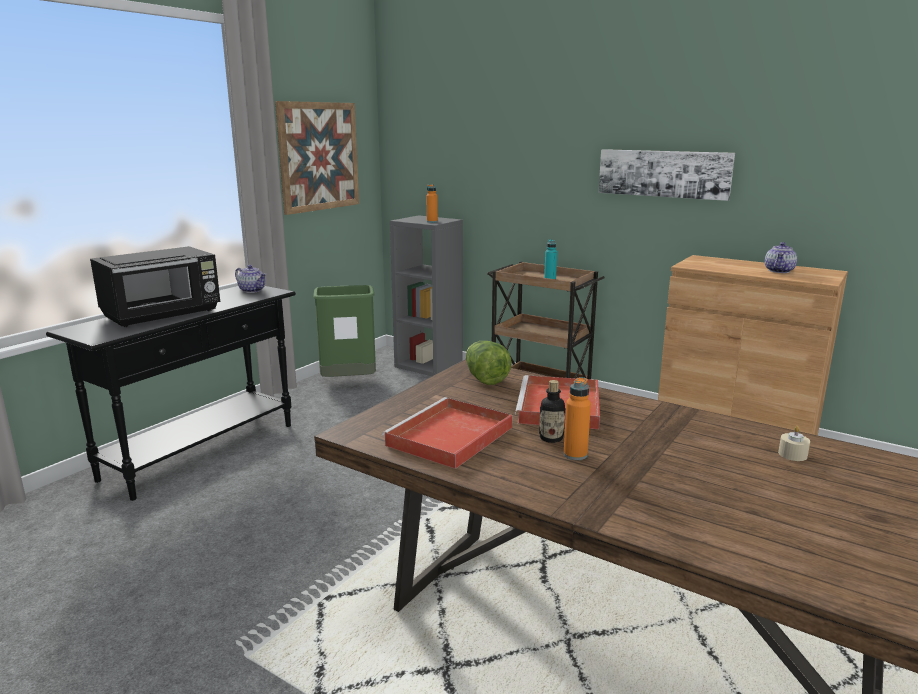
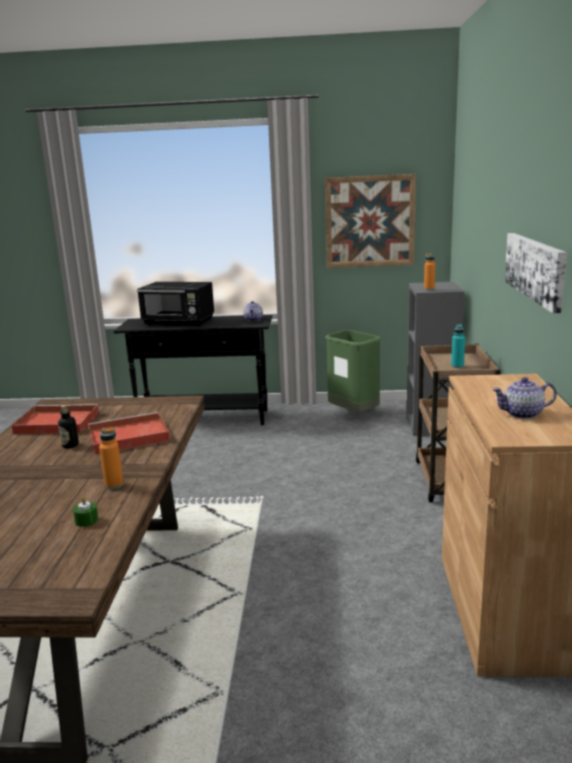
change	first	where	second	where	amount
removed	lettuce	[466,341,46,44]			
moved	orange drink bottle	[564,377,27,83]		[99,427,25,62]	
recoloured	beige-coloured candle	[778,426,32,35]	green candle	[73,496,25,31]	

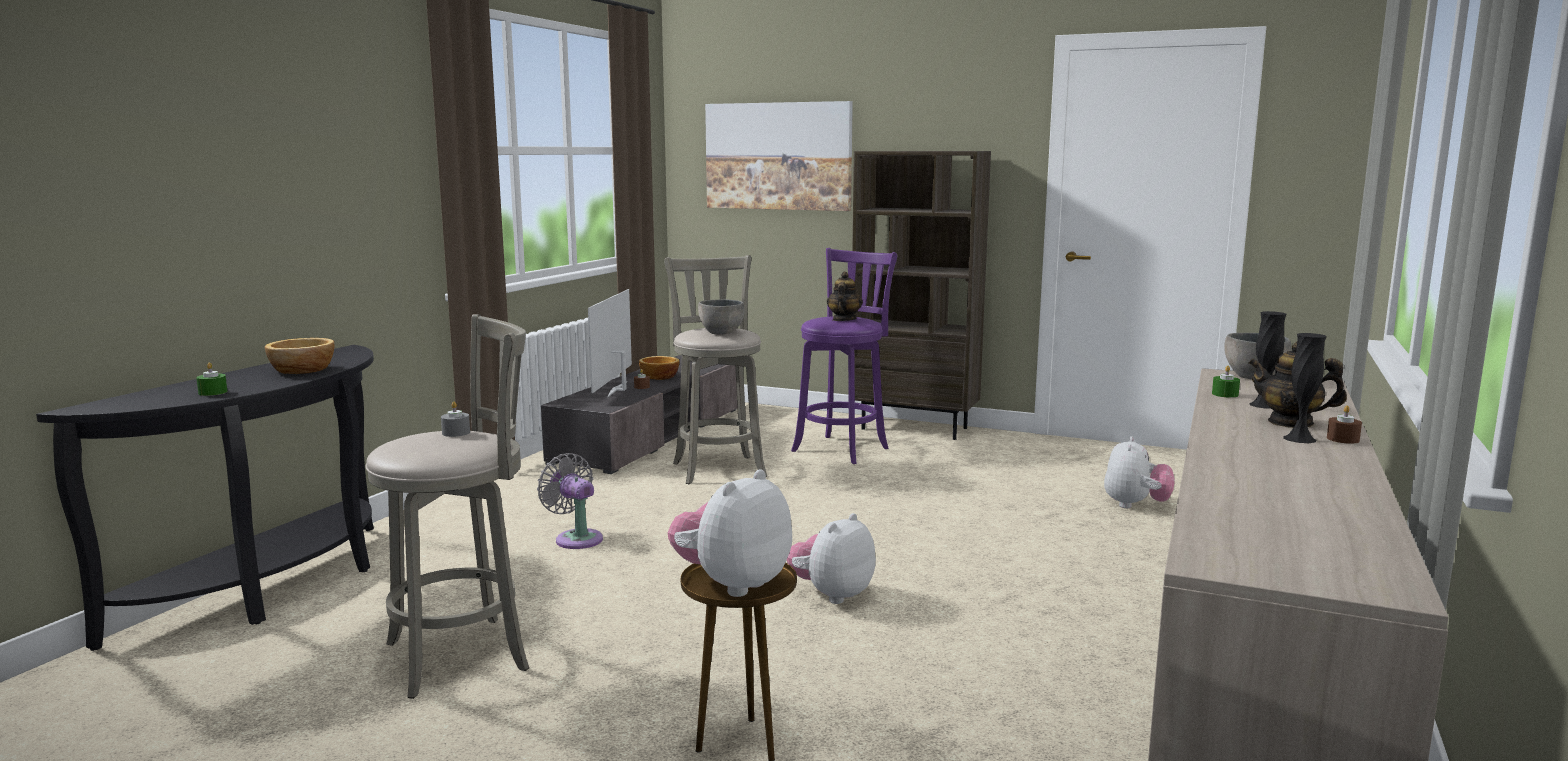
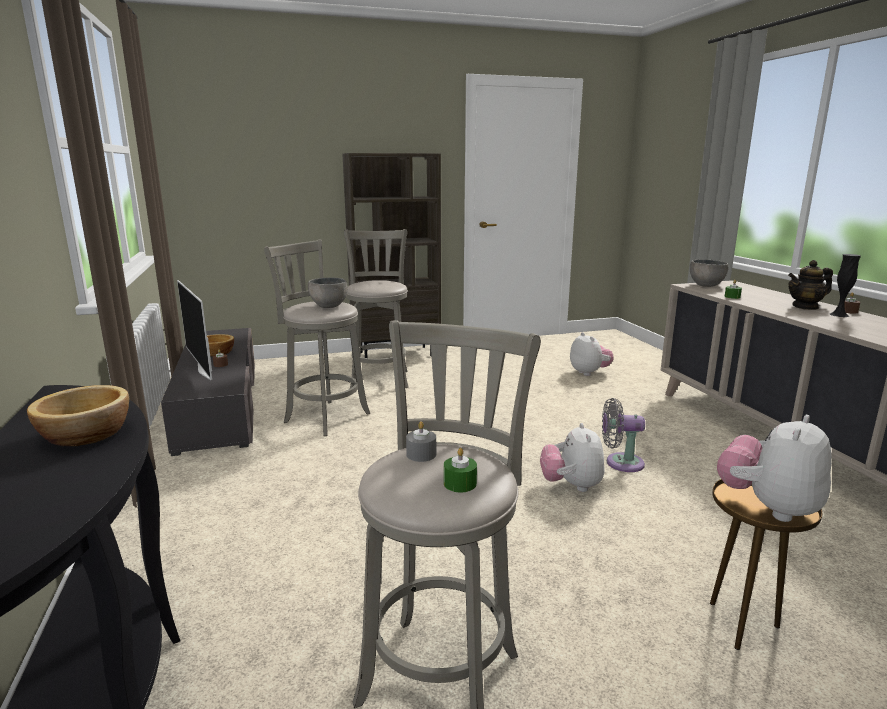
change	first	where	second	where	amount
moved	green candle	[196,362,31,34]		[444,448,33,45]	
moved	grey fan	[537,453,66,96]		[602,398,43,74]	
turned	plush toy	[668,469,124,128]		[717,415,115,107]	45 degrees clockwise
removed	wall picture	[705,101,148,110]			
recoloured	purple sitting stool	[791,248,106,216]	grey sitting stool	[344,229,64,159]	
removed	tea pot	[827,271,36,50]			
removed	black decorative vase	[1249,311,37,98]			

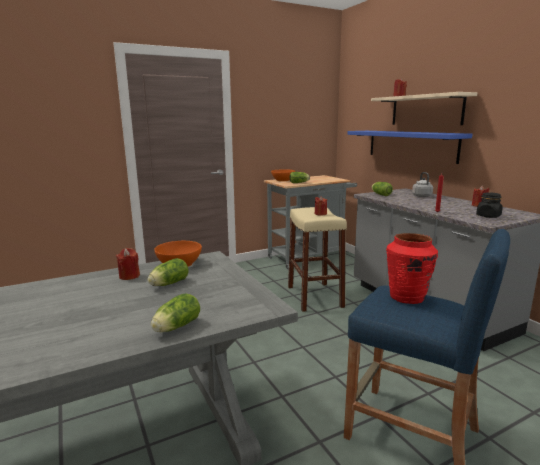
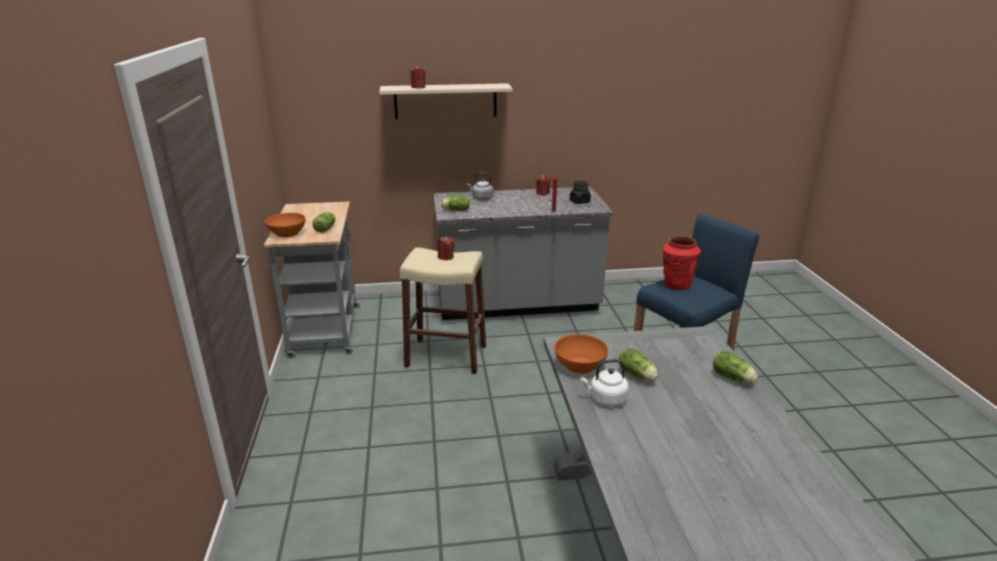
change	first	where	second	where	amount
replaced	red-coloured candle	[116,248,24,32]	white kettle	[581,359,48,47]	
removed	blue shelf	[348,131,125,33]			

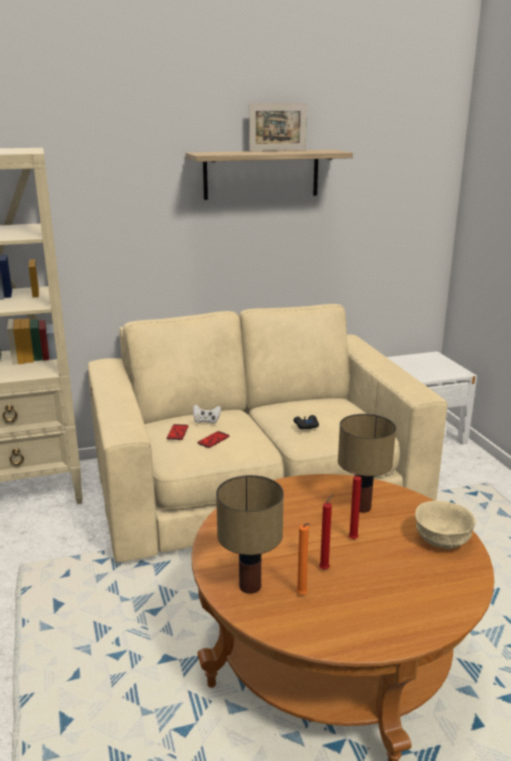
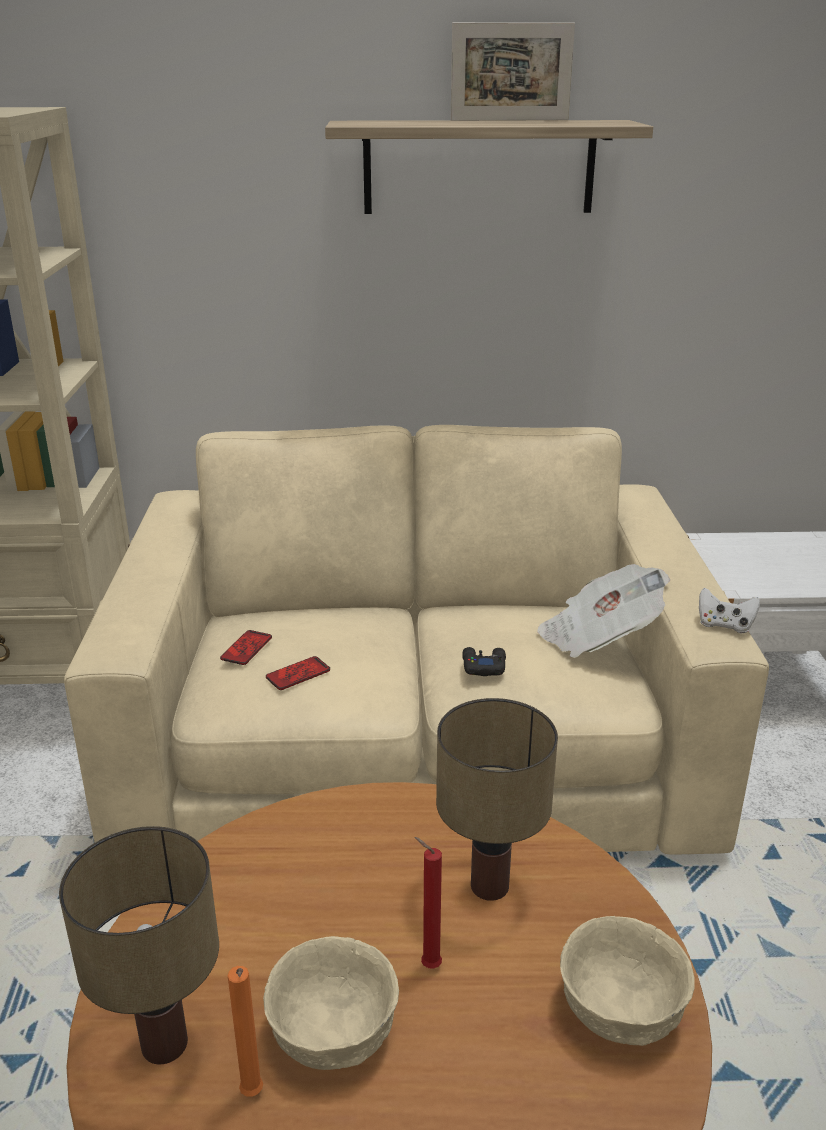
change	first	where	second	where	amount
moved	white gamepad	[193,404,28,20]		[699,588,61,45]	
replaced	red-coloured candle	[319,494,15,76]	beige-coloured deep dish	[263,936,136,134]	
added			printed paper	[537,564,133,94]	

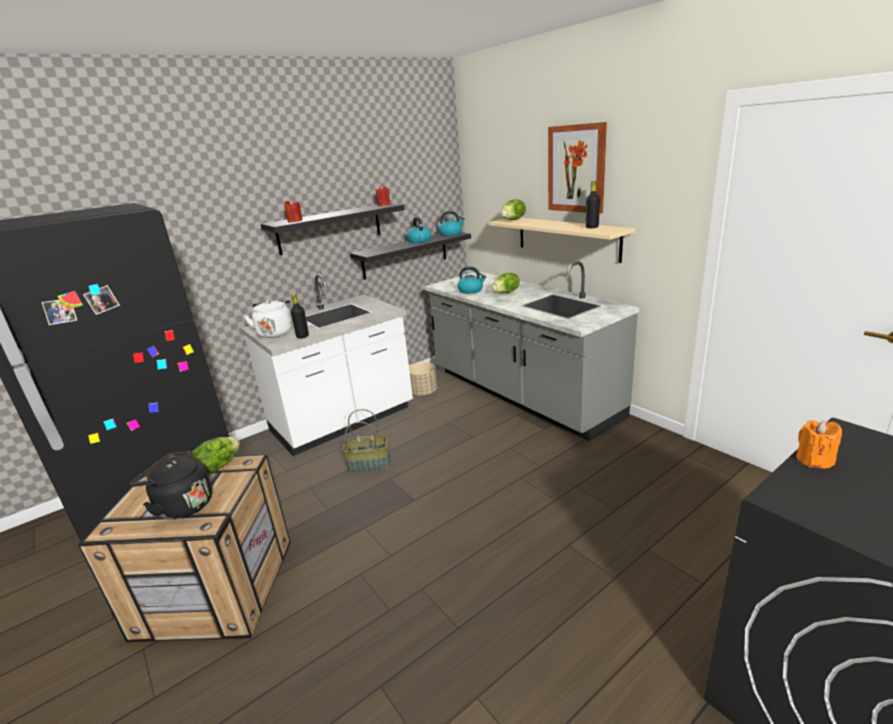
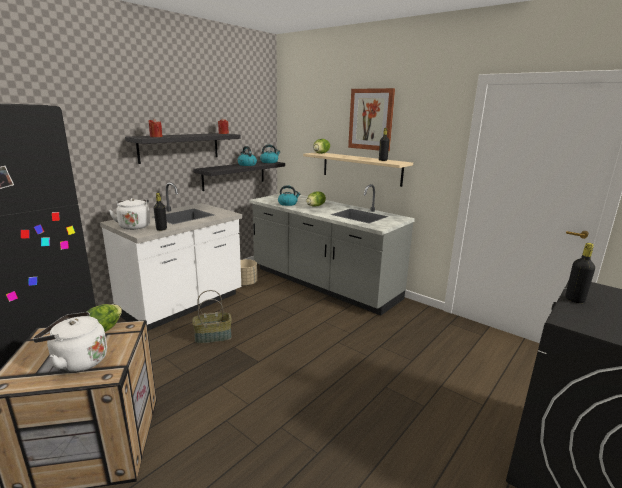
change	first	where	second	where	amount
recoloured	black kettle	[130,451,82,69]	white kettle	[33,312,74,61]	
replaced	orange candle	[796,420,46,49]	black drink bottle	[565,243,30,60]	

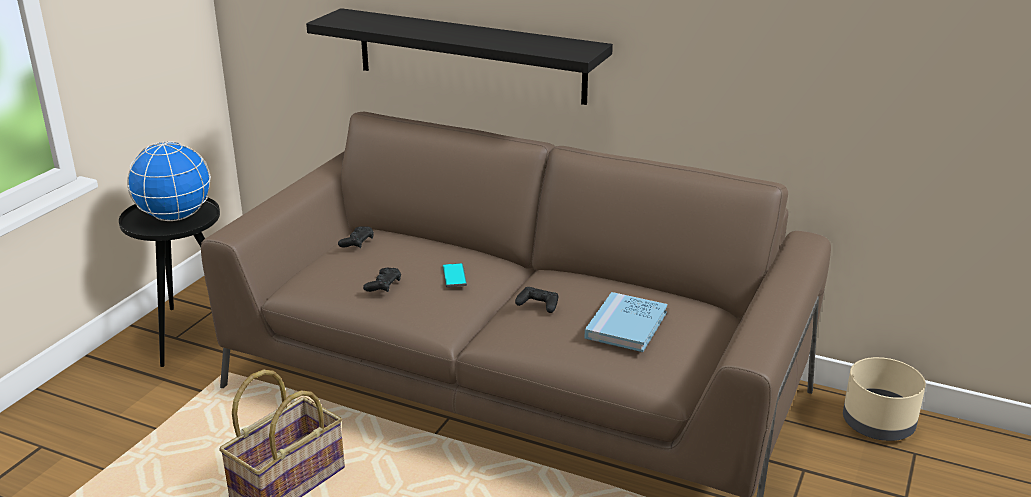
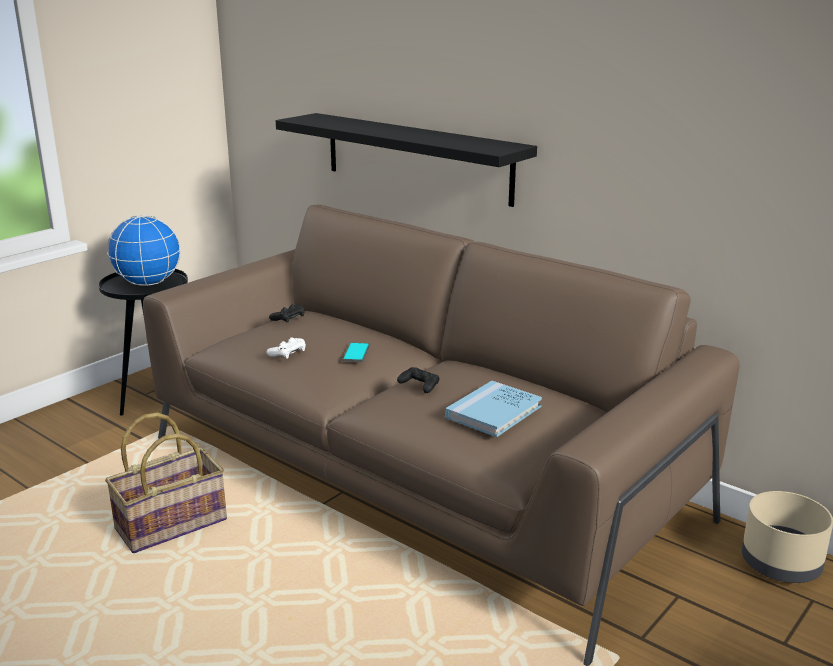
change	first	where	second	where	amount
recoloured	black gamepad	[363,268,38,24]	white gamepad	[266,337,40,22]	

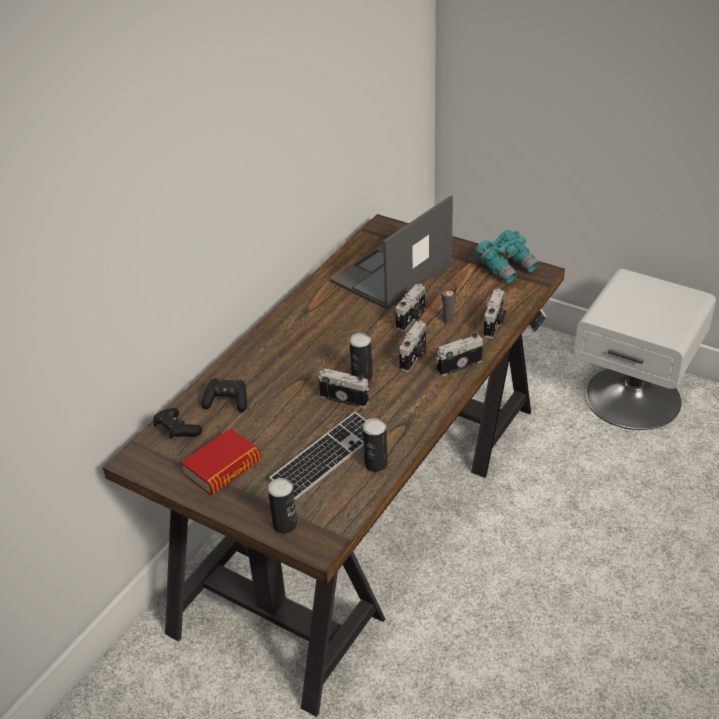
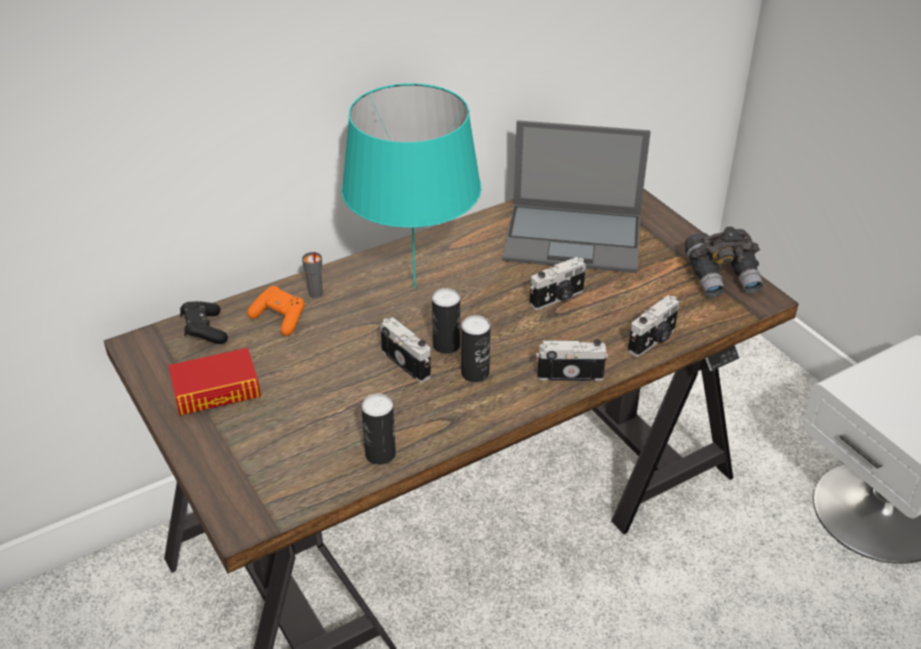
change	first	where	second	where	amount
recoloured	black gamepad	[201,378,46,34]	orange gamepad	[247,286,58,50]	
moved	can	[268,478,29,56]		[461,315,29,67]	
removed	PC keyboard	[269,412,98,88]			
turned	laptop	[330,195,123,115]		[502,120,149,153]	150 degrees counterclockwise
removed	photo camera	[399,321,27,51]			
moved	grey cup	[441,286,16,38]		[302,252,21,46]	
recoloured	blue-green binoculars	[475,230,64,54]	grey binoculars	[685,227,78,70]	
added			blue-green lamp for a table	[341,83,140,205]	

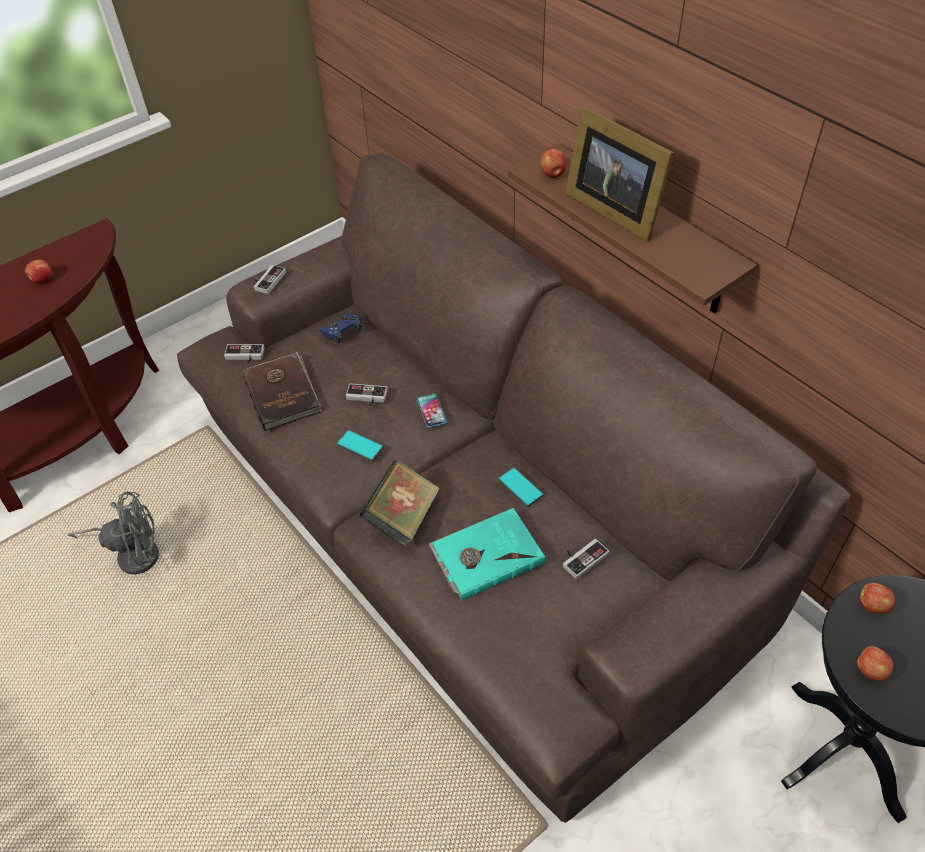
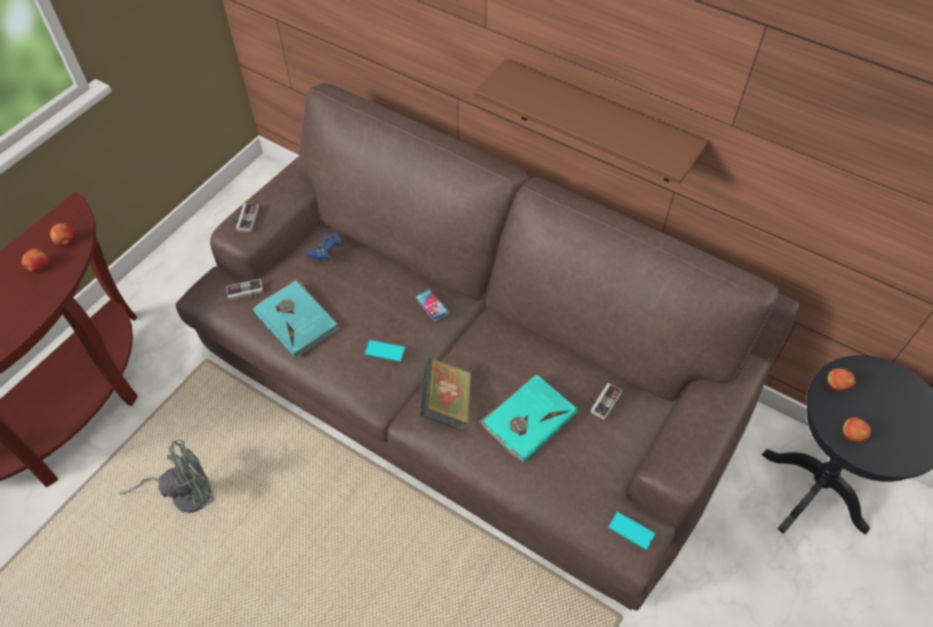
change	first	where	second	where	amount
recoloured	brown book	[242,352,79,79]	blue-green book	[253,280,86,78]	
removed	gamepad	[346,384,42,22]			
moved	handset	[498,467,46,40]		[607,511,49,40]	
moved	apple fruit	[540,149,27,29]		[50,223,24,23]	
removed	photo frame	[565,107,109,135]			

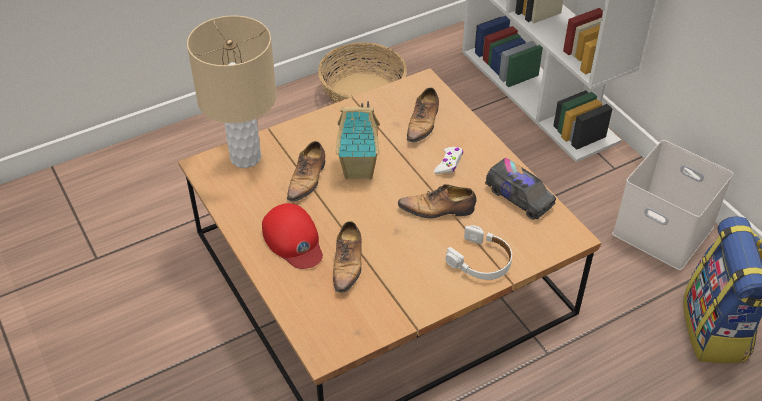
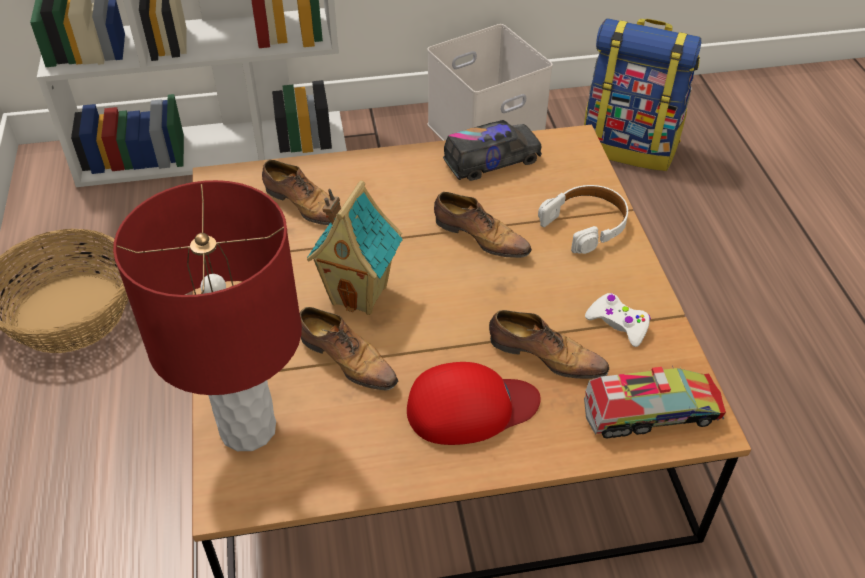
change	first	where	second	where	amount
recoloured	beige-coloured lamp for a table	[187,15,90,153]	red-coloured lamp for a table	[113,180,189,271]	
turned	item of footwear	[398,184,78,34]		[434,192,98,66]	75 degrees counterclockwise
moved	white gamepad	[434,147,29,27]		[585,293,66,54]	
added			toy lorry	[584,366,142,72]	

